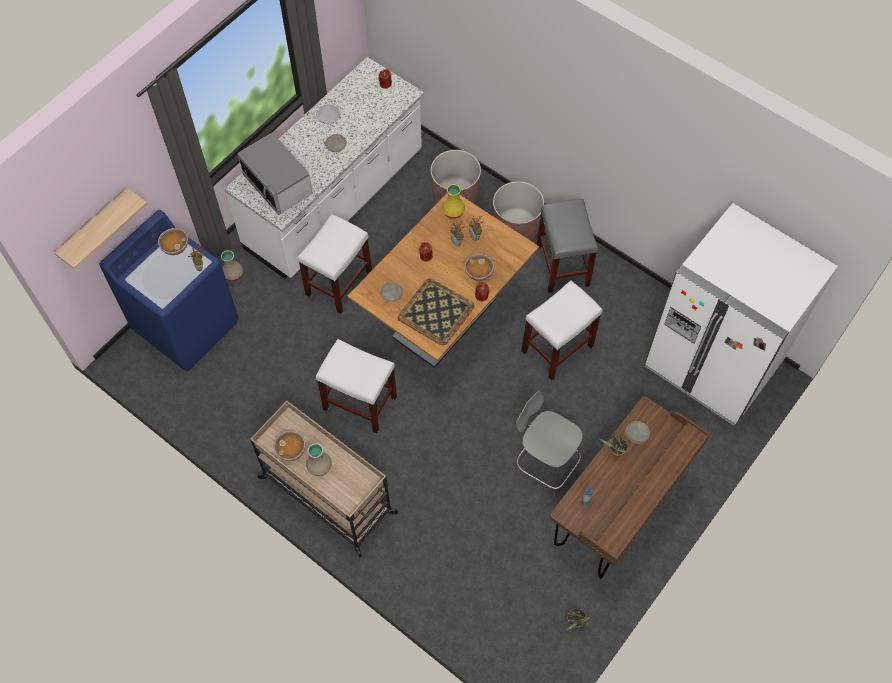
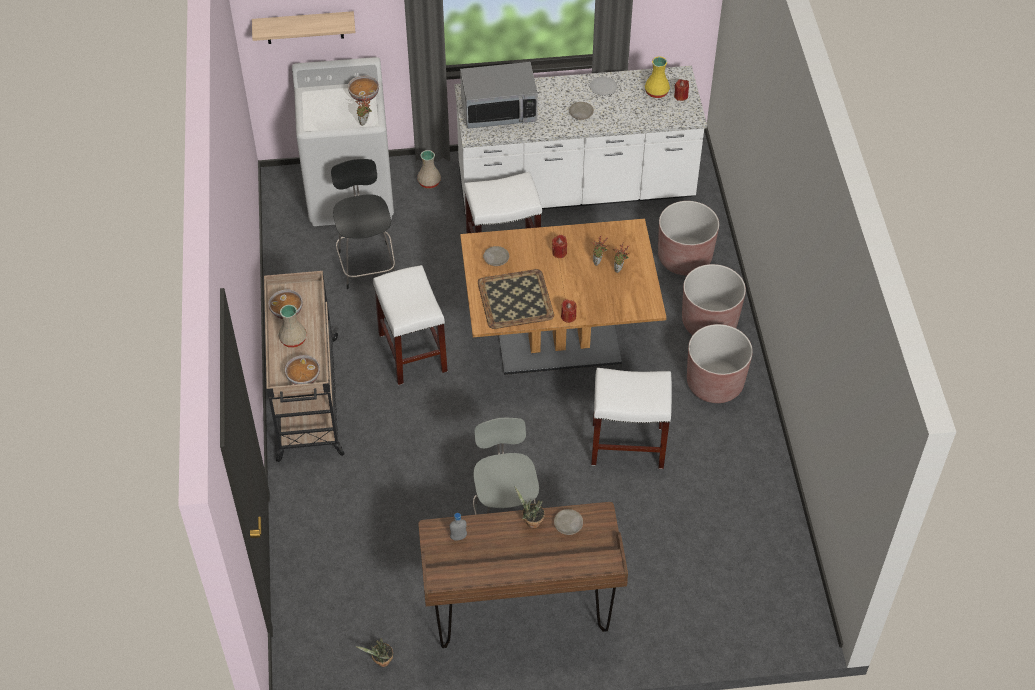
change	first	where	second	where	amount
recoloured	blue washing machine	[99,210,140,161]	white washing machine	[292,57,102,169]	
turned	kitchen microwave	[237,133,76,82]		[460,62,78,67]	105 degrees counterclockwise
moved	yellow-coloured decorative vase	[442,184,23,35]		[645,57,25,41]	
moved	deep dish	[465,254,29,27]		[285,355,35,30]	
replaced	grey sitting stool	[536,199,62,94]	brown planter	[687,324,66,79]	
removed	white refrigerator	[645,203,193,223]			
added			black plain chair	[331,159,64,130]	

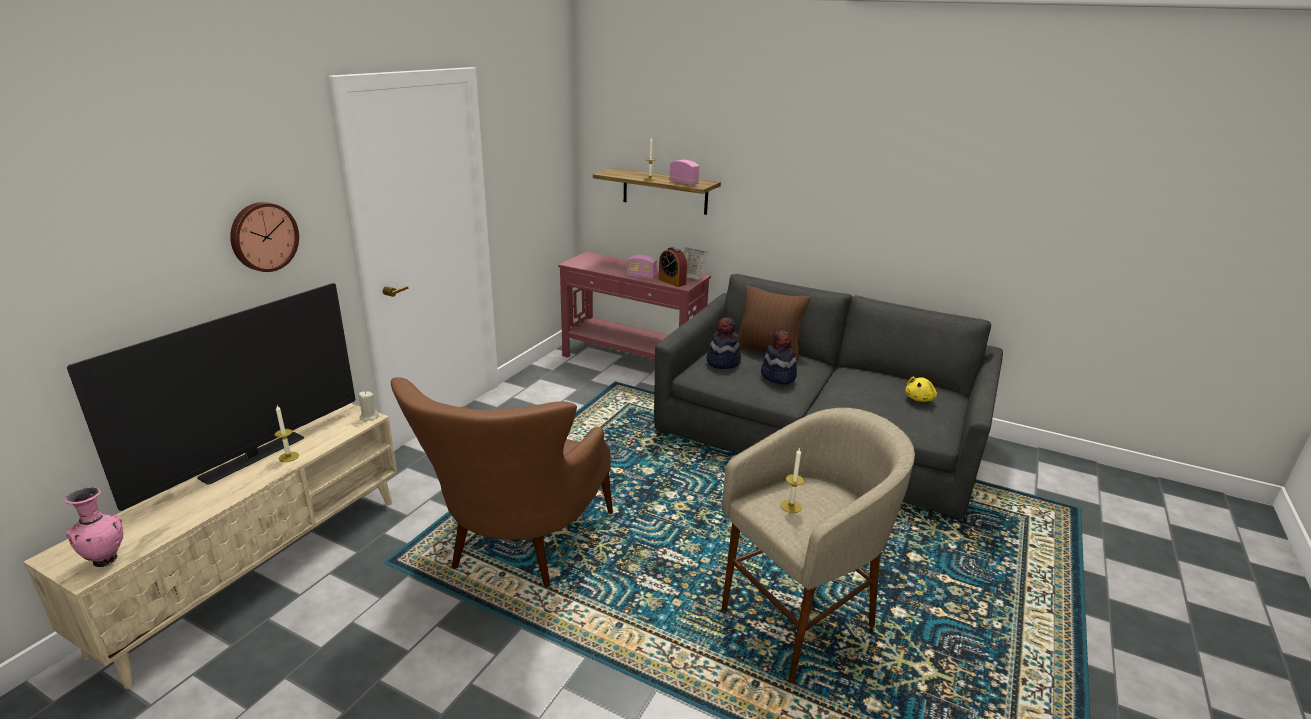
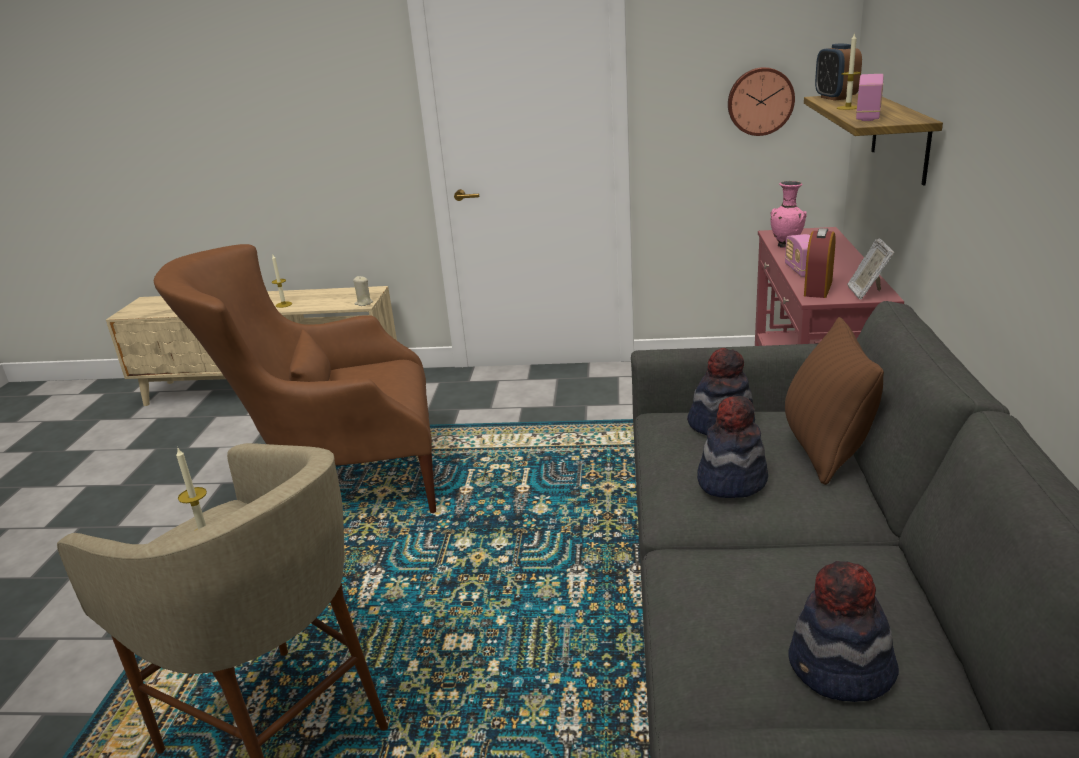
change	first	where	second	where	amount
moved	pink-coloured decorative vase	[65,487,58,80]		[770,181,37,67]	
removed	TV	[67,283,289,228]			
moved	hanging clock	[230,202,69,70]		[728,67,67,69]	
replaced	yellow-coloured plush toy	[906,377,31,25]	hat	[789,561,110,141]	
added			bedside clock	[815,44,47,57]	

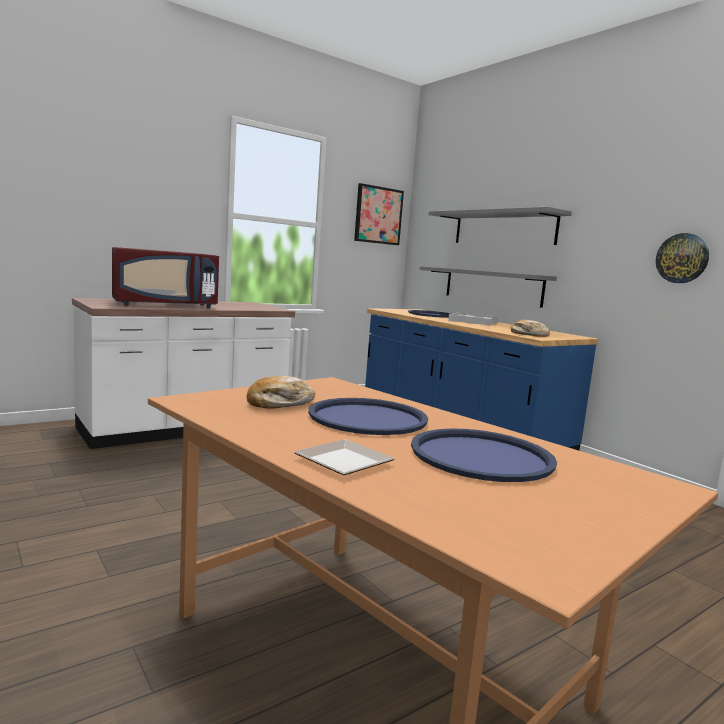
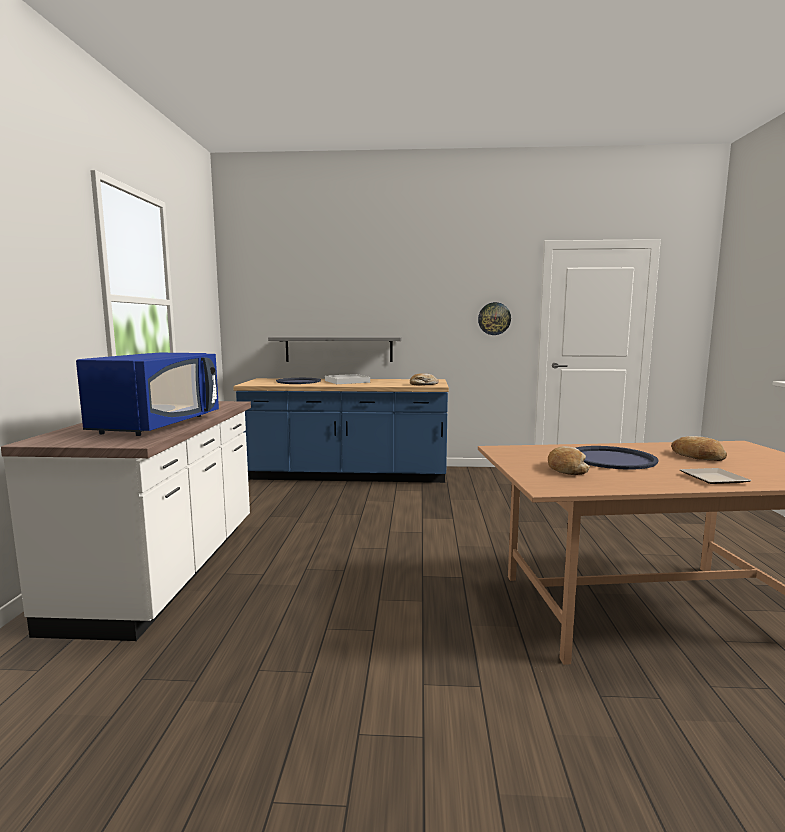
change	first	where	second	where	amount
recoloured	red-coloured kitchen microwave	[112,247,107,61]	blue kitchen microwave	[76,353,143,83]	
removed	wall picture	[354,183,50,62]			
replaced	blue tray	[411,428,146,54]	bread	[671,436,56,25]	
removed	grey shelf	[429,207,143,38]			

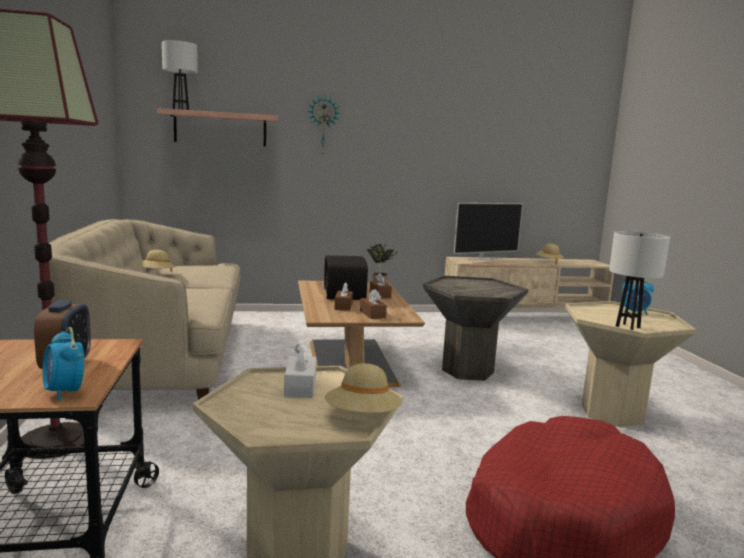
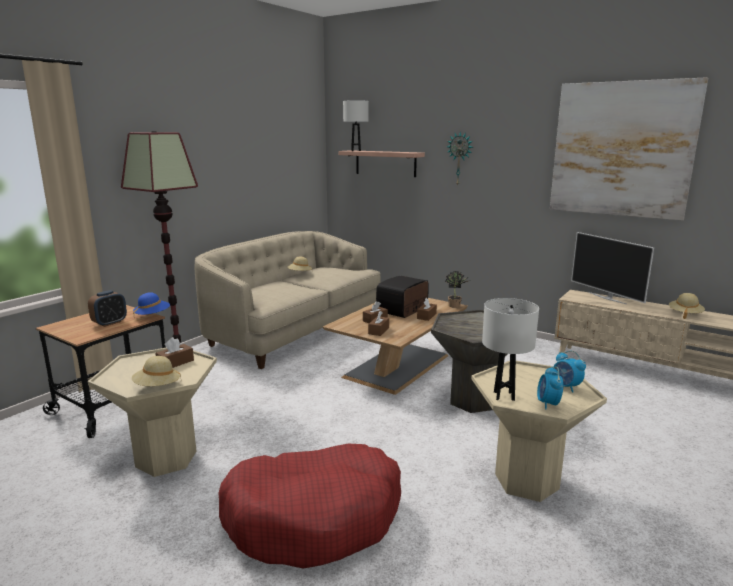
change	first	where	second	where	amount
moved	bedside clock	[42,327,42,74]		[537,367,26,43]	
recoloured	white box of tissues	[284,344,33,54]	brown box of tissues	[155,337,39,31]	
turned	TV	[454,203,69,57]		[571,232,83,72]	45 degrees clockwise
added			blue hat	[133,292,37,27]	
added			wall picture	[550,77,158,144]	

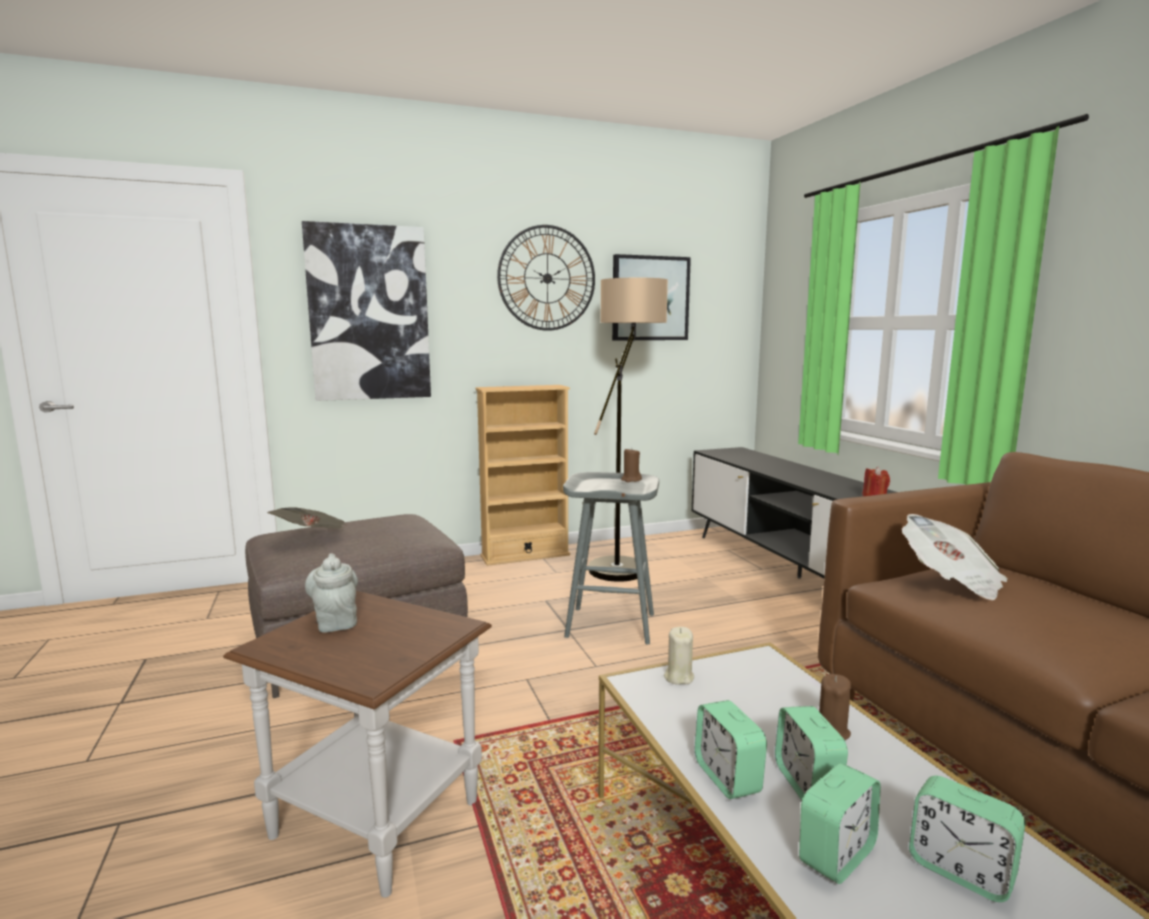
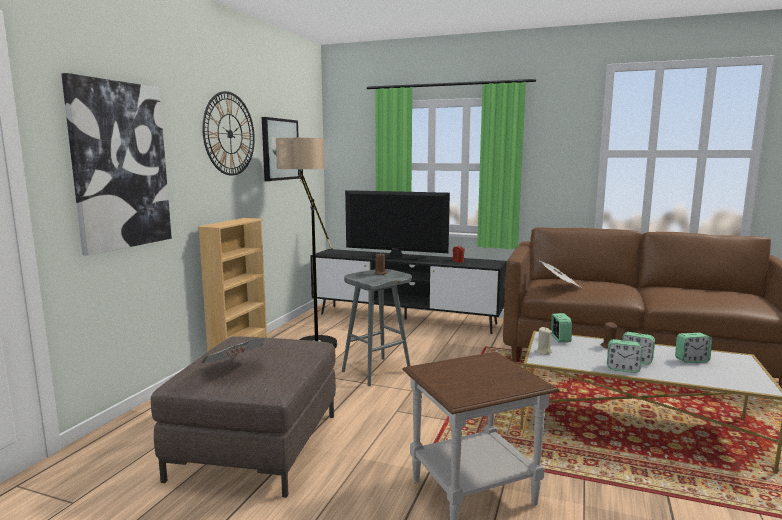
change	first	where	second	where	amount
removed	grey tea pot	[305,553,53,80]			
moved	bedside clock	[799,763,82,121]		[551,313,21,30]	
added			TV	[345,190,105,70]	

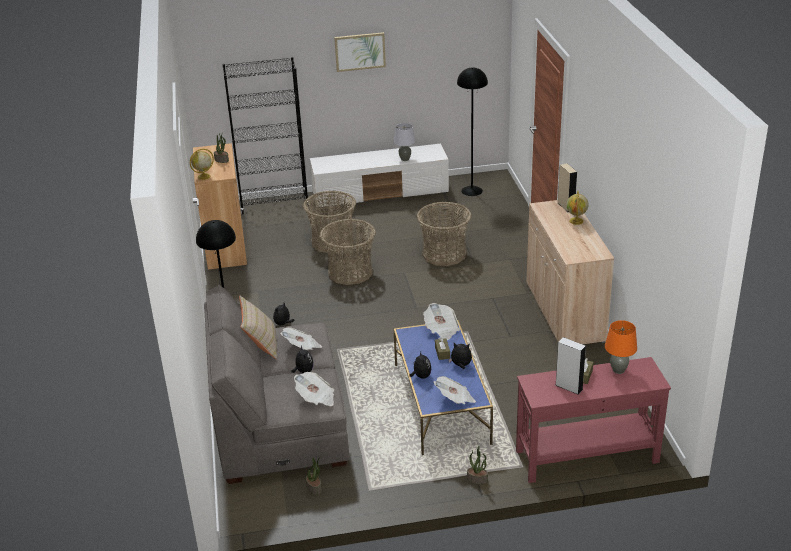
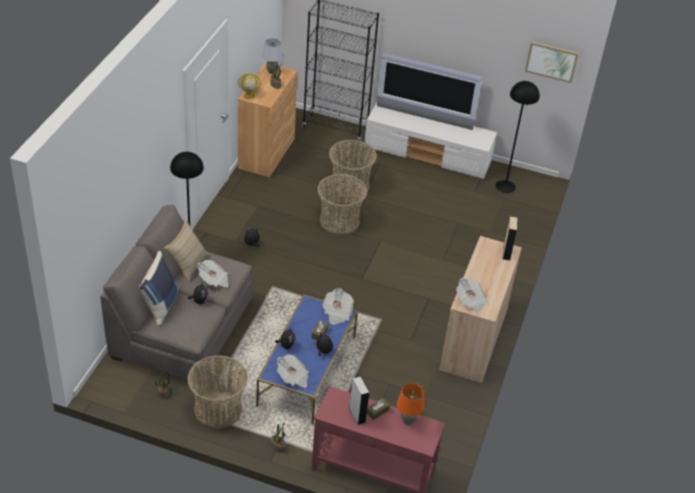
change	first	where	second	where	amount
moved	printed paper	[294,372,40,34]		[456,278,32,36]	
moved	wall picture	[334,32,52,40]		[525,41,54,42]	
moved	grey lamp for a table	[394,123,21,38]		[262,38,21,36]	
moved	basket	[417,202,54,64]		[187,355,61,74]	
removed	desk globe	[566,191,23,34]			
added			blue pillow	[139,251,41,75]	
added			TV	[377,53,105,77]	

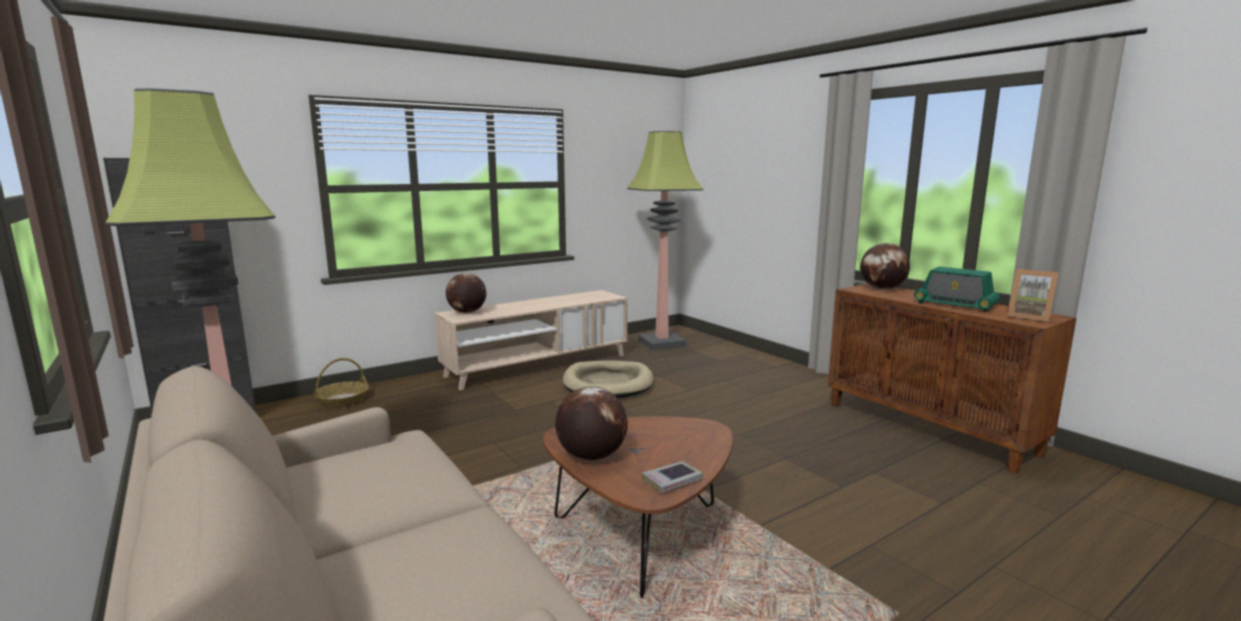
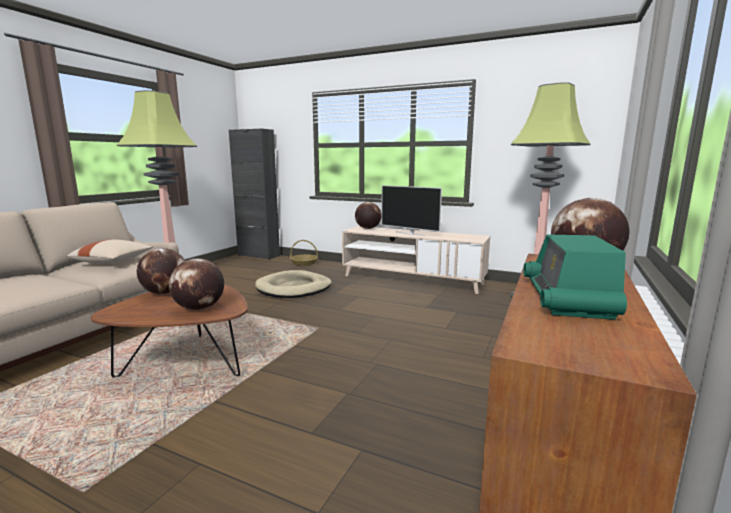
change	first	where	second	where	amount
moved	beige-coloured dog cushion	[563,360,90,38]		[255,270,77,28]	
removed	book	[642,461,61,32]			
removed	photo frame	[1007,269,52,53]			
added			beige-coloured pillow	[67,239,86,25]	
added			desk globe	[169,258,55,52]	
added			TV	[381,185,61,51]	

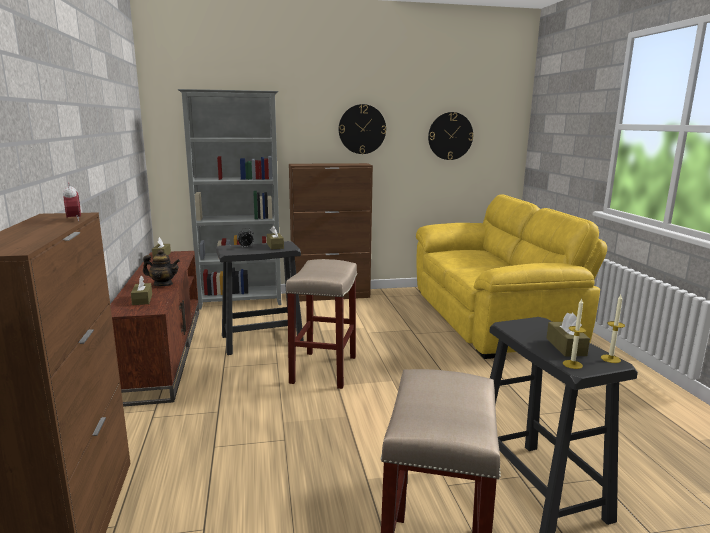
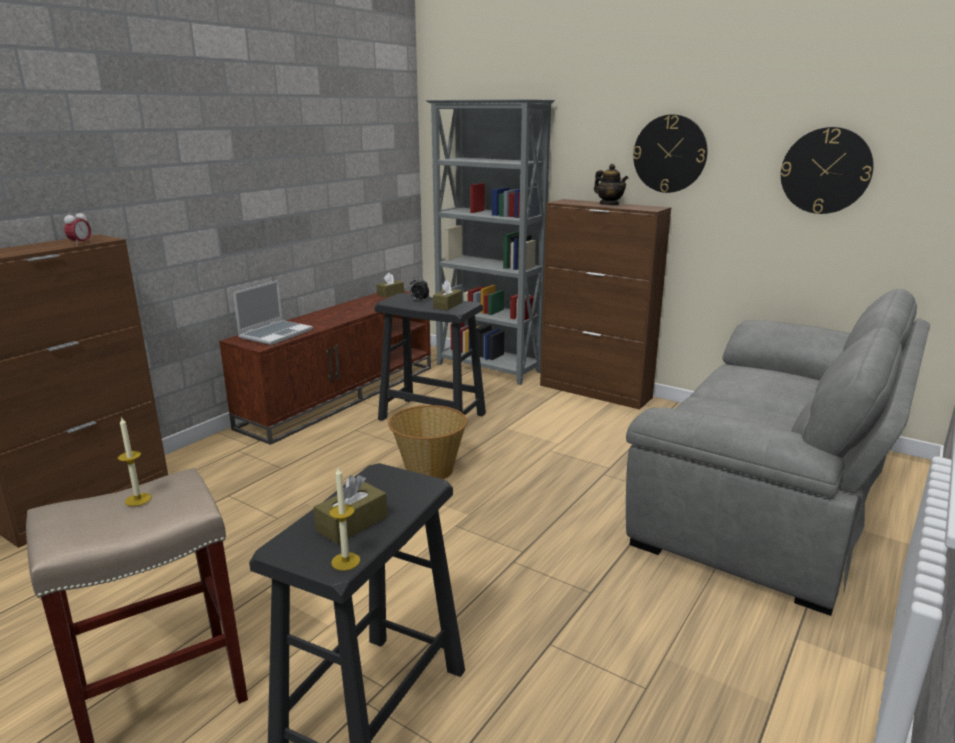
change	first	where	second	where	amount
replaced	brown box of tissues	[131,276,21,29]	laptop	[233,280,80,65]	
moved	tea pot	[143,249,37,37]		[594,164,34,41]	
replaced	beige-coloured sitting stool	[286,259,71,130]	basket	[388,405,79,74]	
recoloured	yellow-coloured sofa	[416,194,191,165]	grey sofa	[626,289,304,327]	
moved	candle	[563,299,23,70]		[118,418,33,88]	

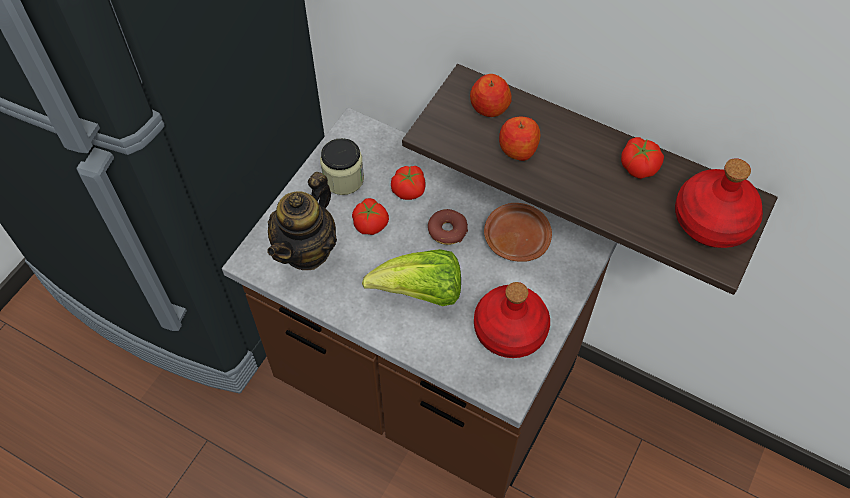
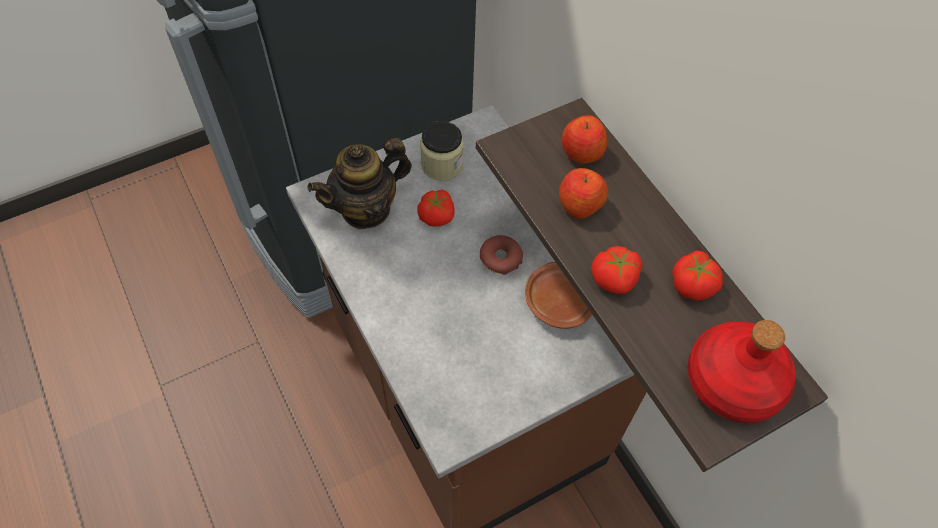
change	first	where	second	where	amount
removed	lettuce	[362,249,99,57]			
moved	tomato	[391,166,35,34]		[591,246,51,48]	
removed	red-coloured drink bottle	[474,282,76,76]			

